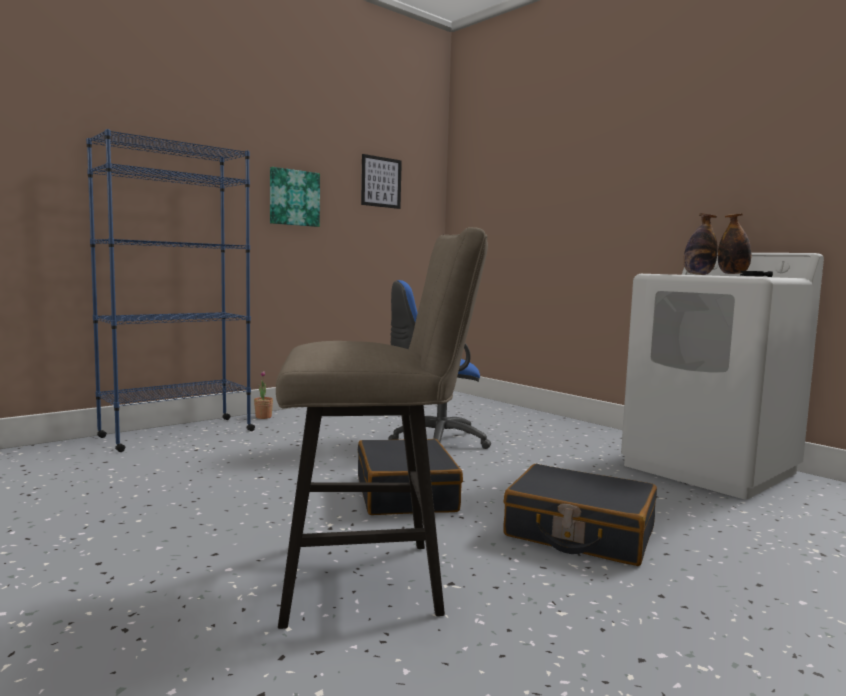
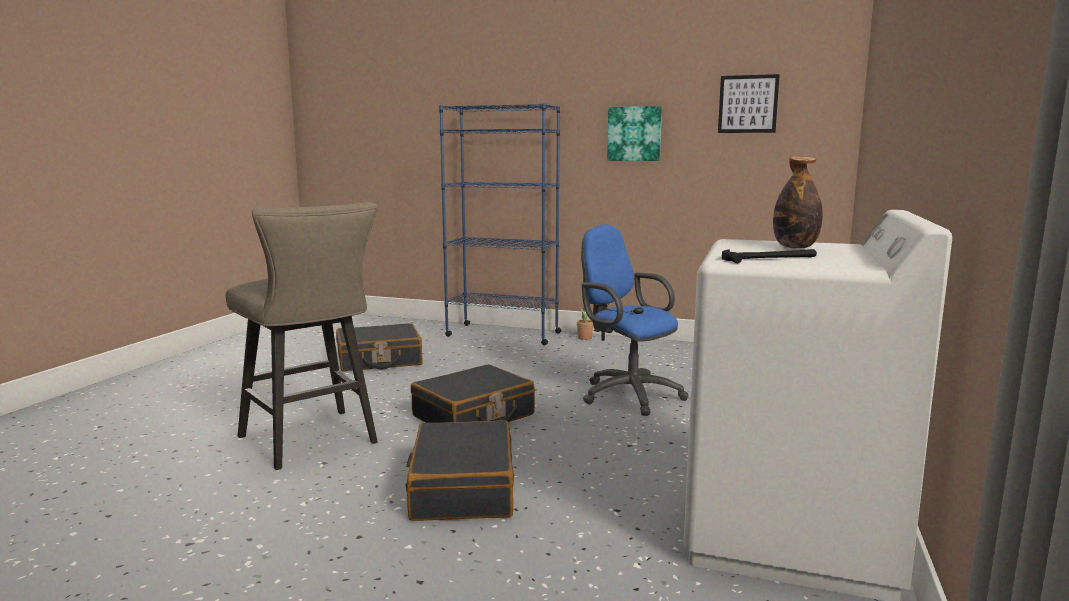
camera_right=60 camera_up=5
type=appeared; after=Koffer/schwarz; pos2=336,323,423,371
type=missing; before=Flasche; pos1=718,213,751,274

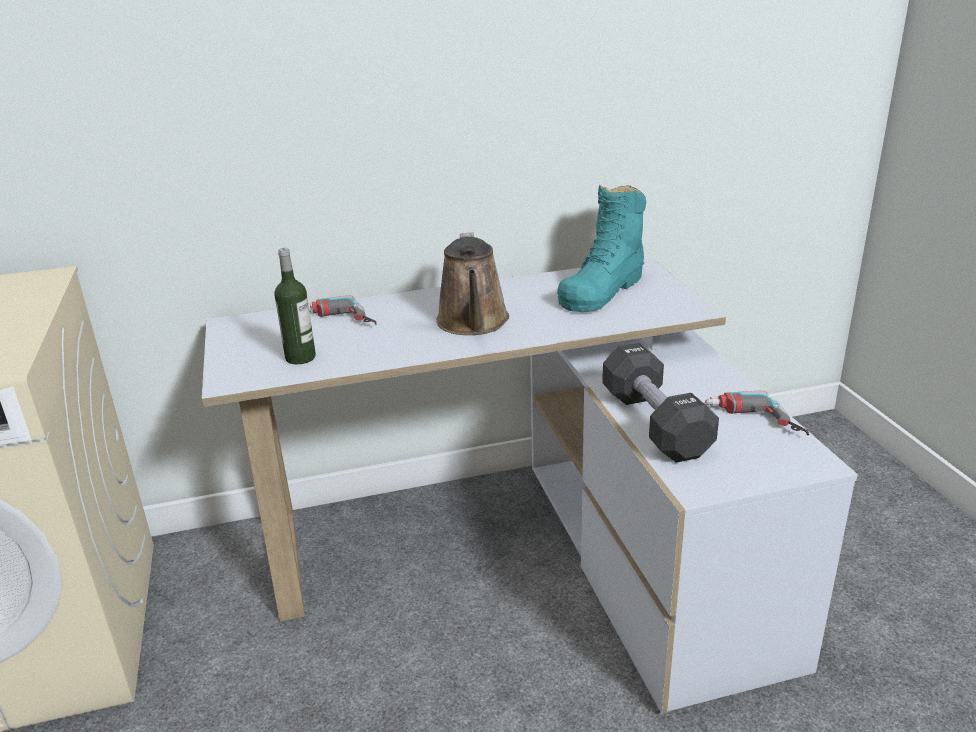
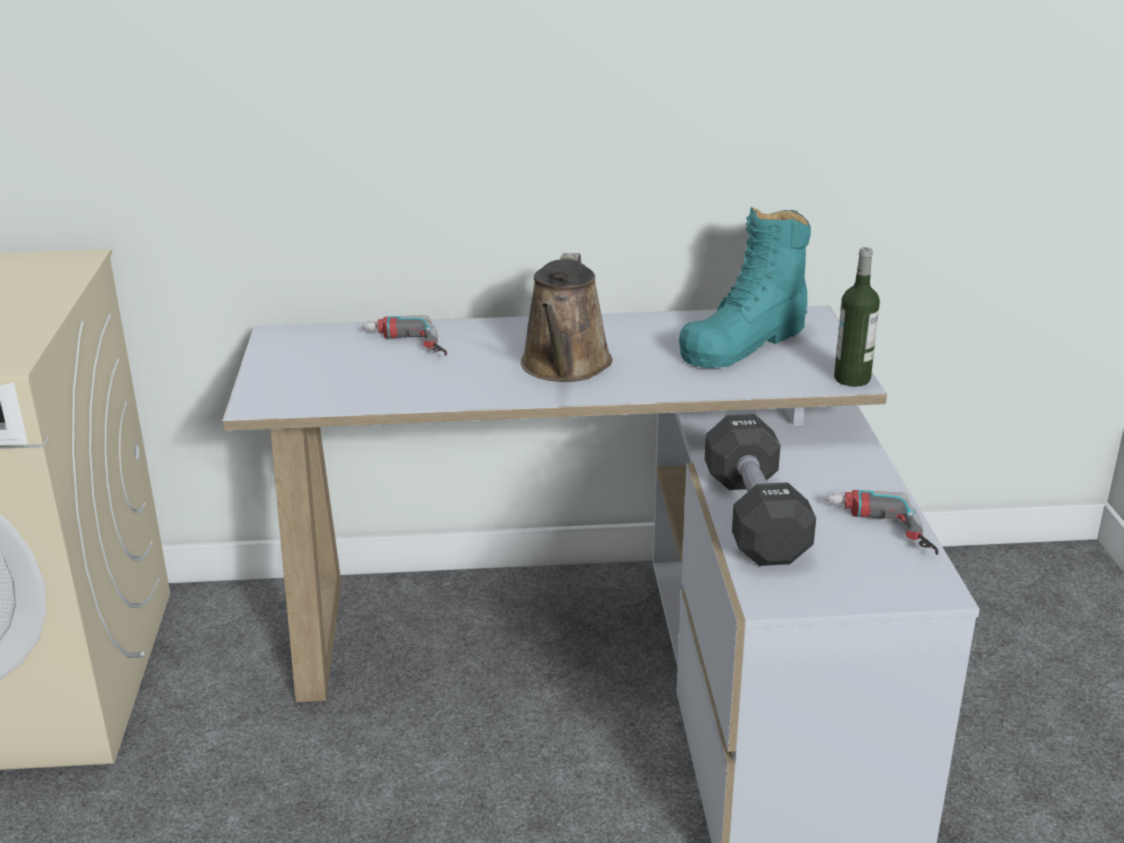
camera_right=10 camera_up=0
type=relocated; before=Flasche; pos1=274,248,316,364; pos2=834,247,880,387

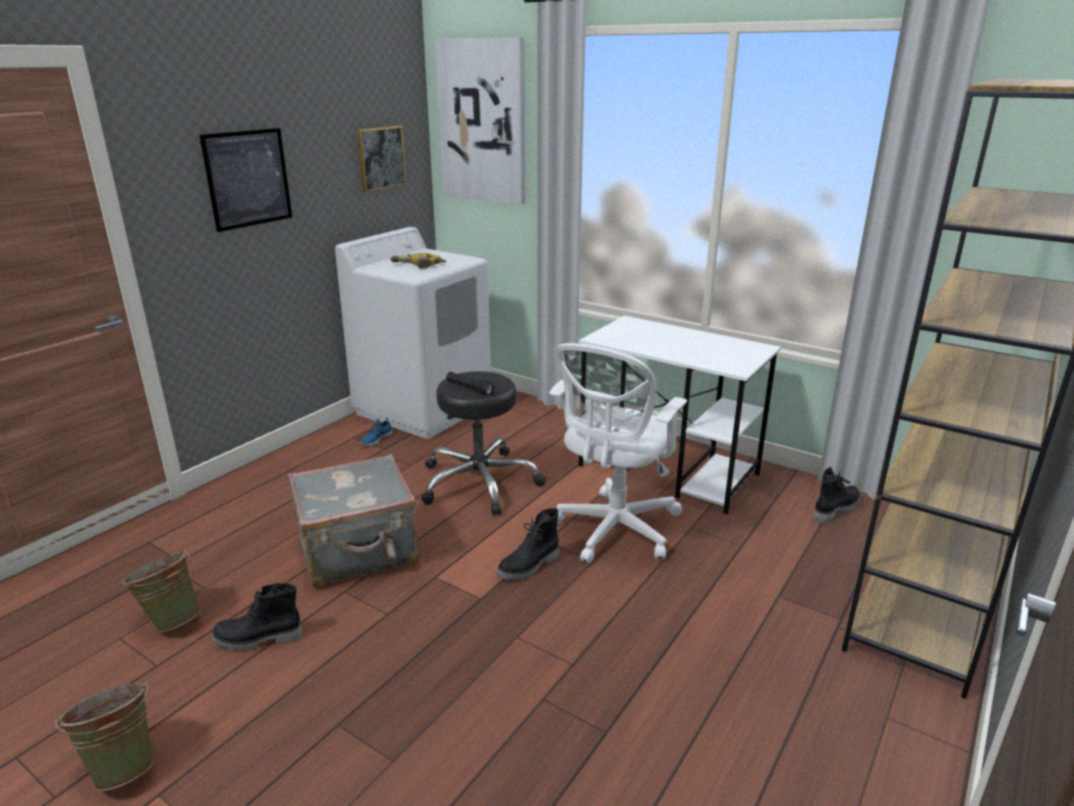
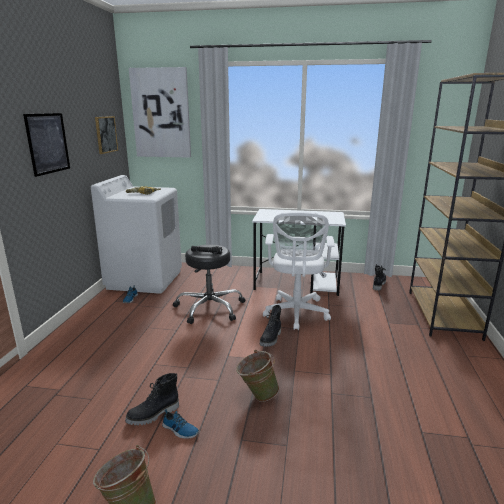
camera_right=-25 camera_up=-5
type=appeared; after=Schuh; pos2=162,410,199,439
type=relocated; before=Eimer/grün; pos1=121,548,201,632; pos2=236,350,279,402
type=missing; before=Koffer/grau; pos1=288,454,419,588

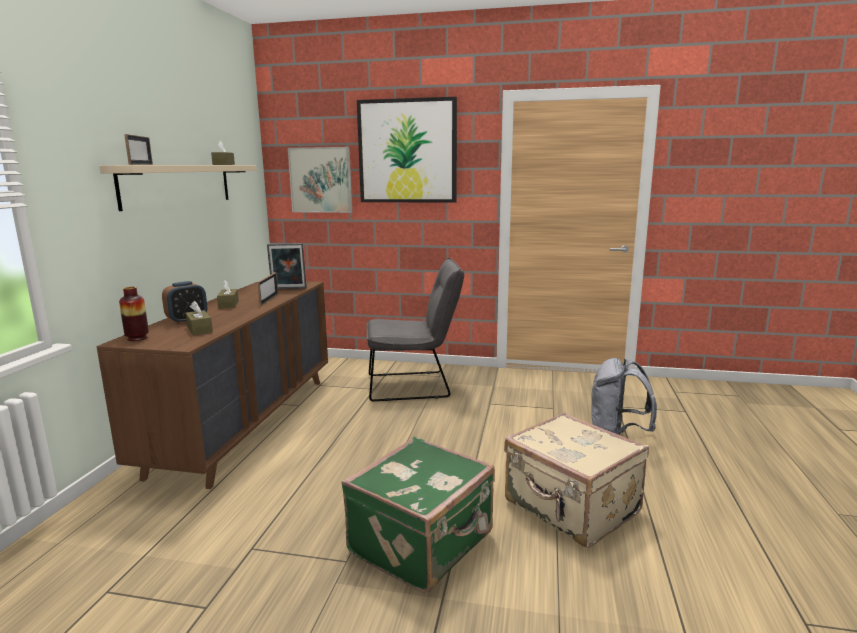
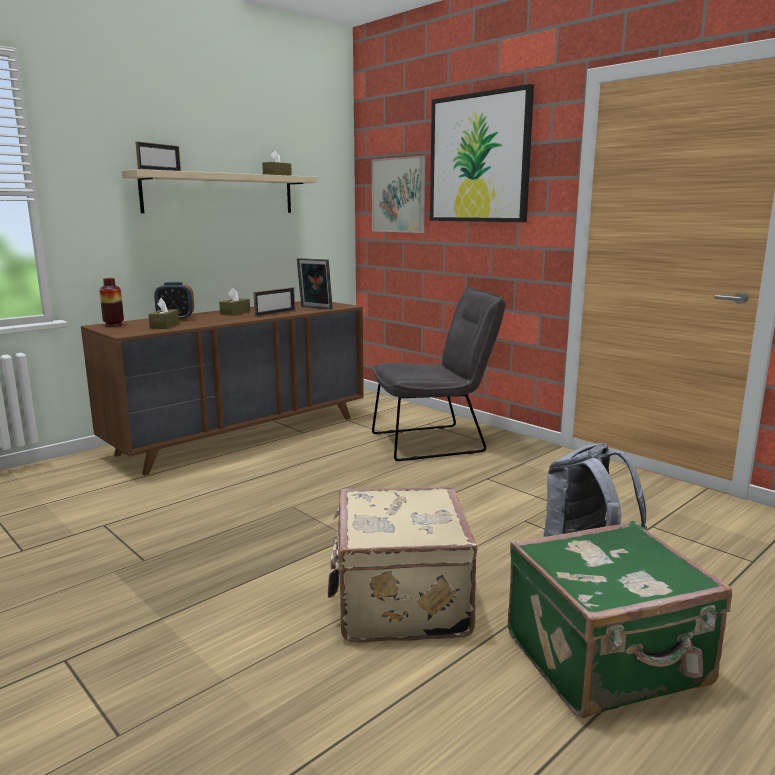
camera_right=35 camera_up=0
type=spun; before=Stuhl/grau; pos1=366,258,464,401; pos2=372,287,506,461; turn=-45
type=relocated; before=Koffer/grün; pos1=342,437,495,593; pos2=508,520,732,718

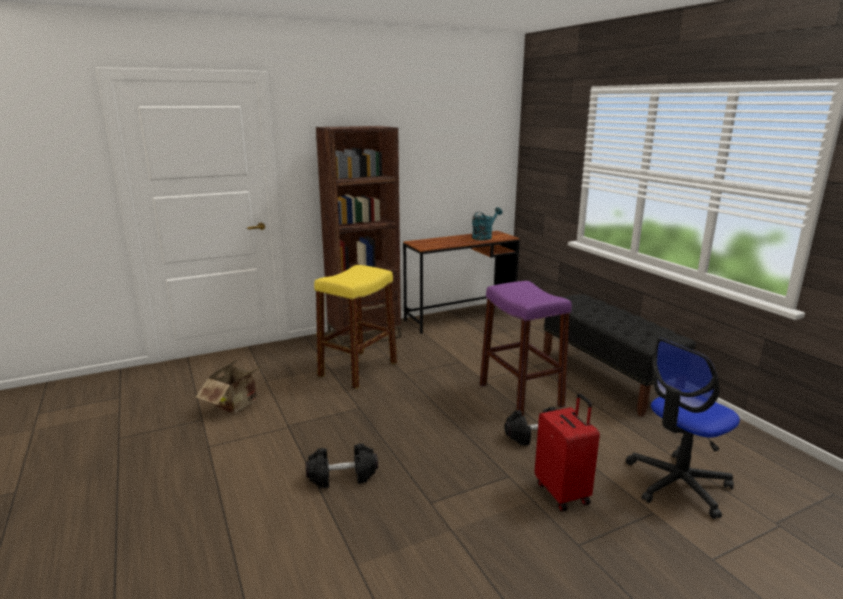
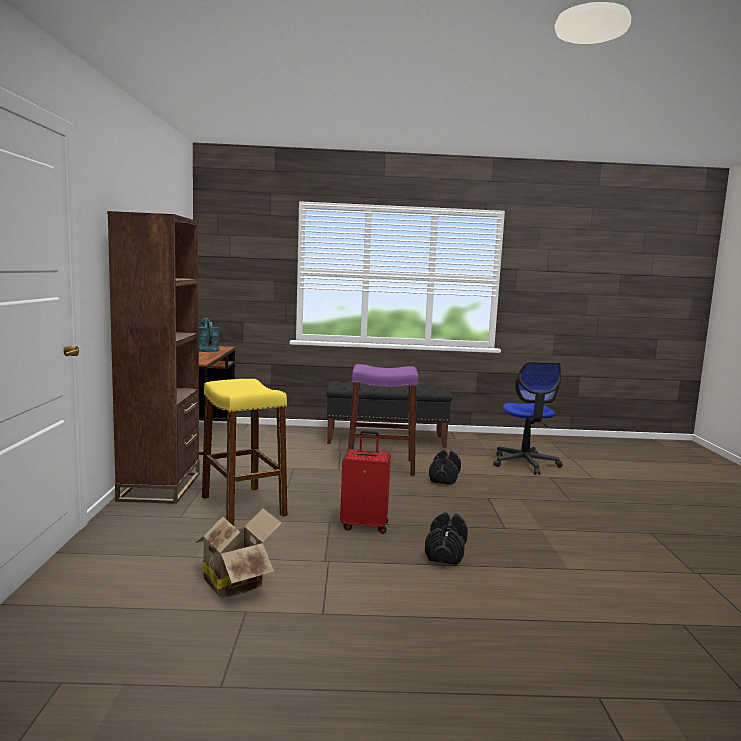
camera_right=-65 camera_up=-10
type=relocated; before=Koffer/rot; pos1=535,393,600,511; pos2=340,430,391,533

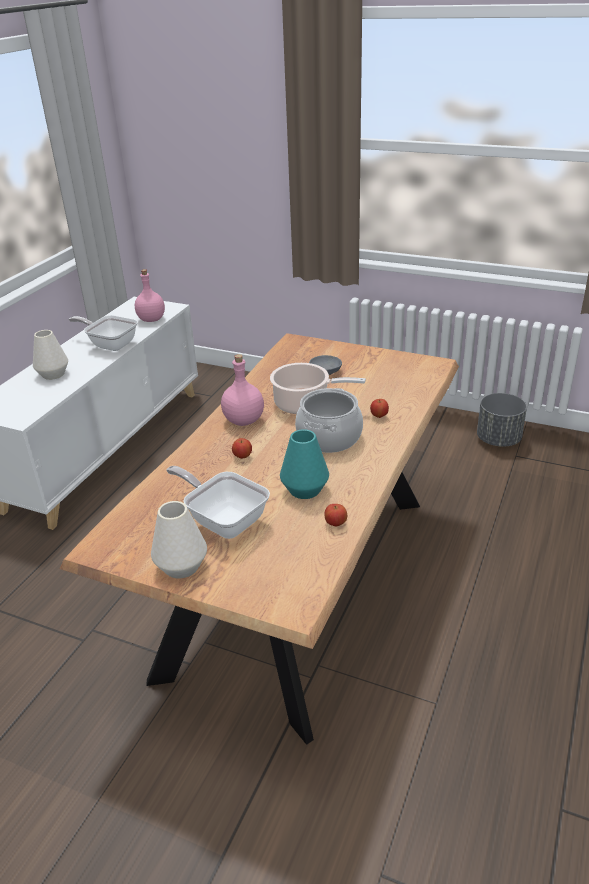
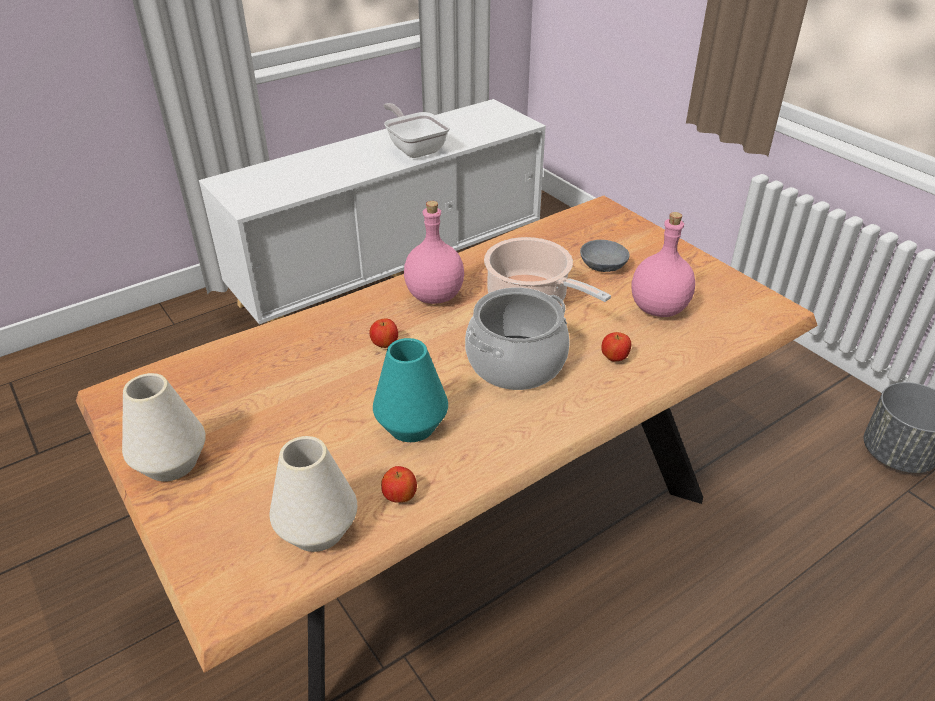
camera_right=30 camera_up=5
type=relocated; before=Vase/weiß; pos1=33,330,68,380; pos2=269,436,357,552
type=relocated; before=Flasche/rosa; pos1=135,269,165,322; pos2=632,212,695,317
type=missing; before=Pfanne; pos1=166,466,270,539

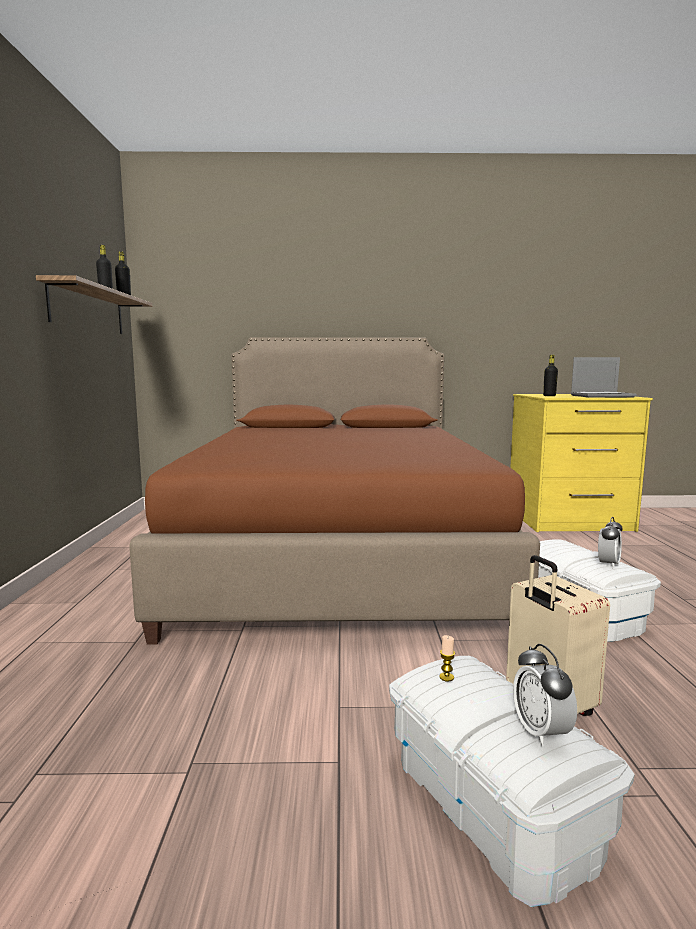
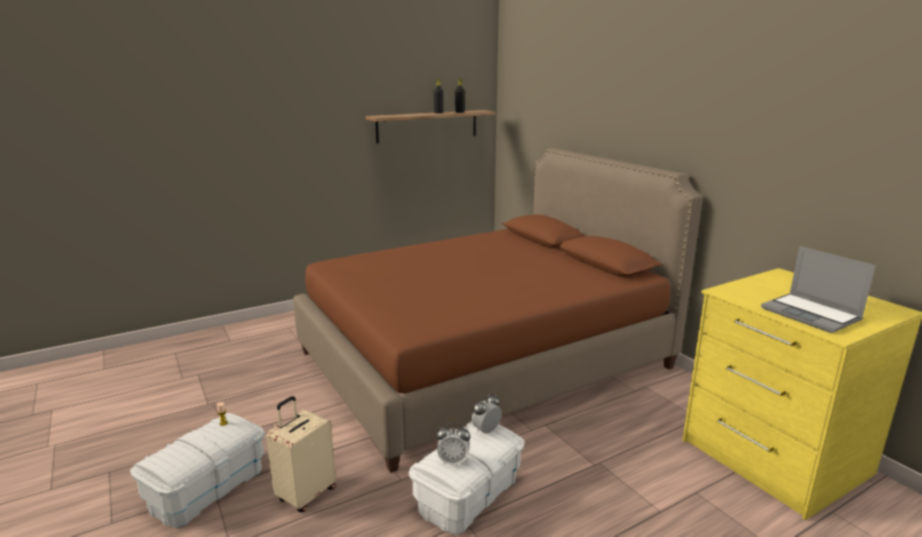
camera_right=60 camera_up=10
type=relocated; before=Wecker; pos1=513,644,577,747; pos2=472,394,502,433
type=missing; before=Flasche/schwarz; pos1=543,355,558,396

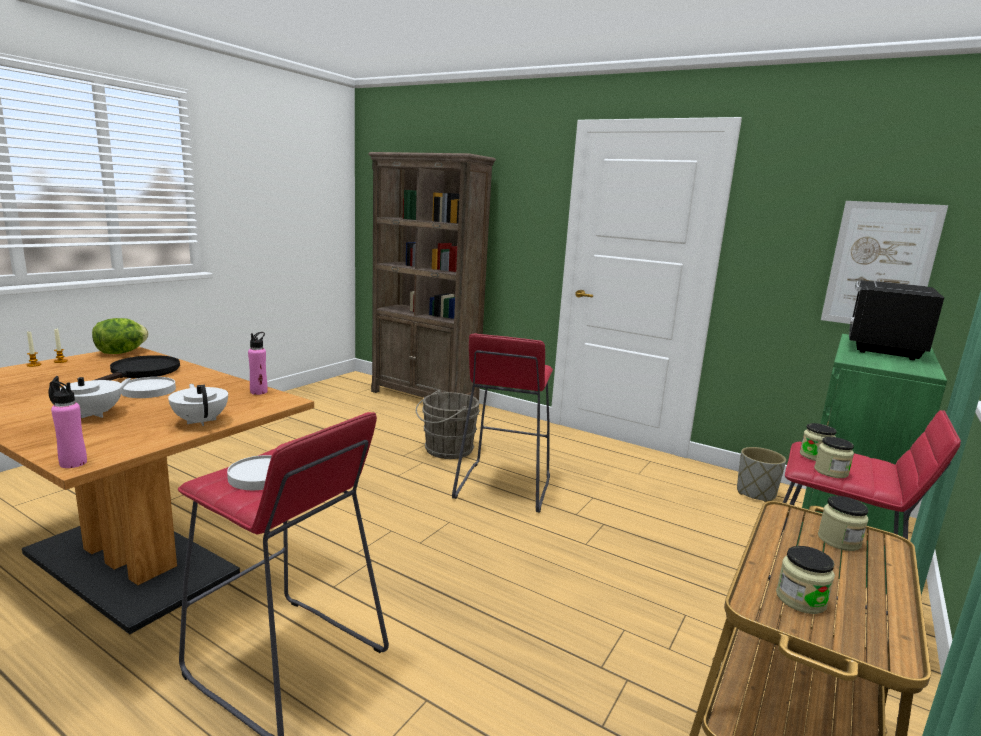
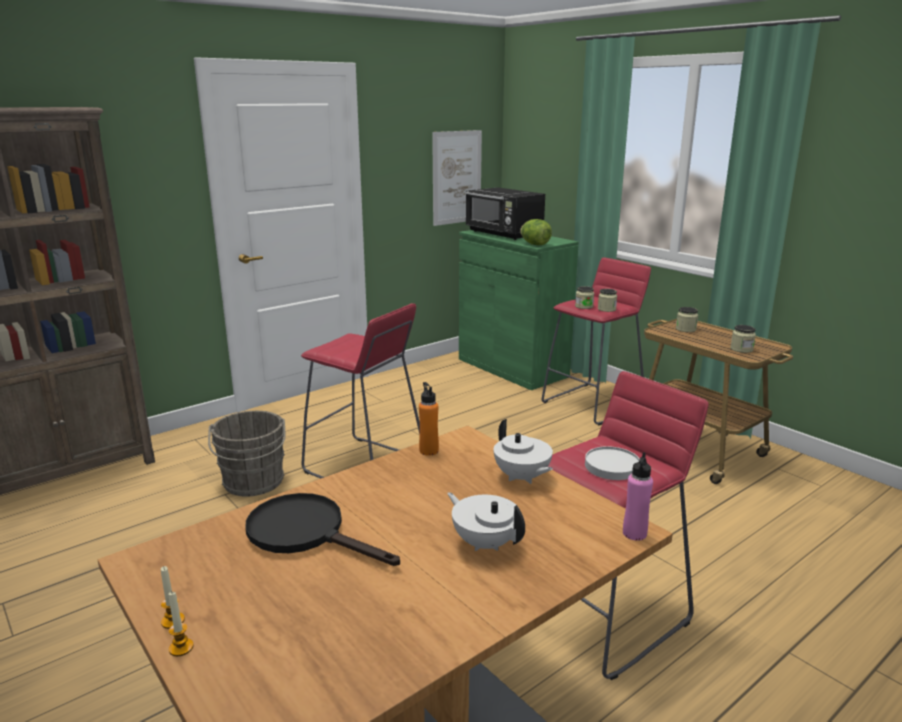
camera_right=-70 camera_up=5
type=colour; before=Flasche/rosa; after=Flasche/orange; pos1=248,332,268,395; pos2=419,382,439,456
type=spun; before=Teekanne/weiß; pos1=168,384,228,426; pos2=494,419,553,484; turn=-105
type=relocated; before=Salatkopf; pos1=92,318,149,354; pos2=520,219,552,245
type=missing; before=Teller/weiß; pos1=121,377,176,398
type=missing; before=Pflanzkübel/grau; pos1=737,447,786,502

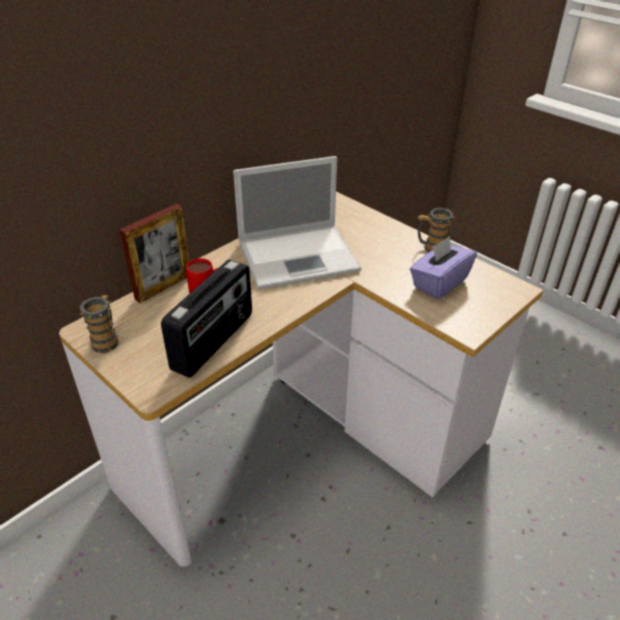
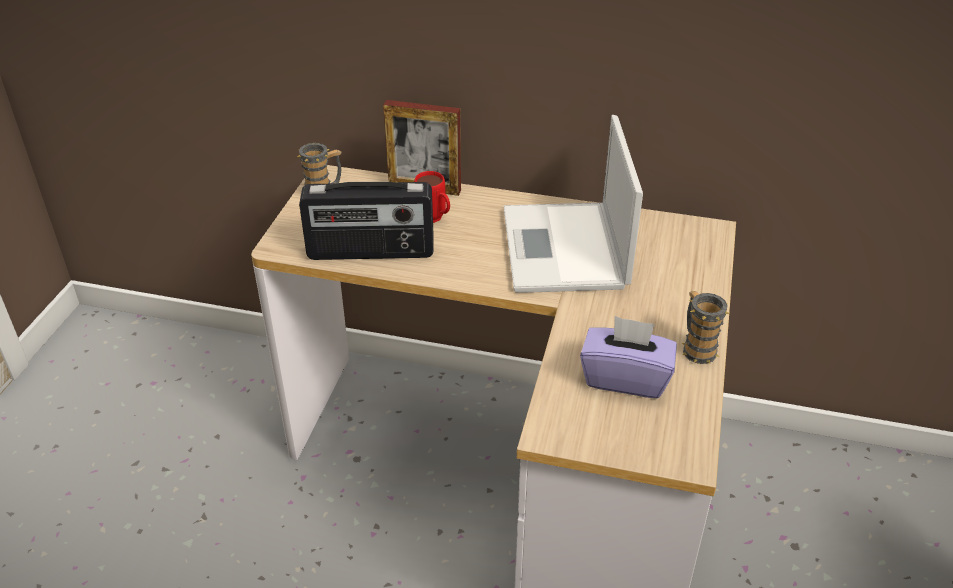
camera_right=60 camera_up=0
type=spun; before=Laptop; pos1=233,156,362,290; pos2=503,115,643,293; turn=45

